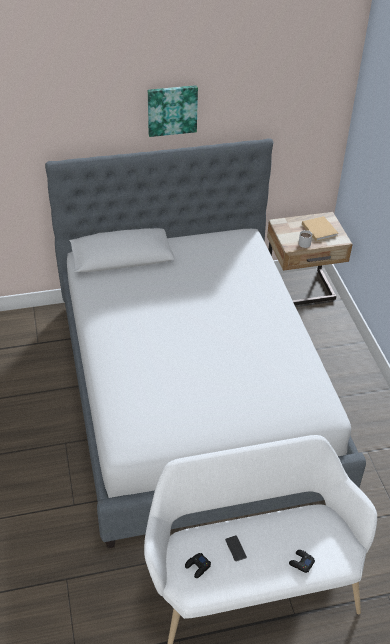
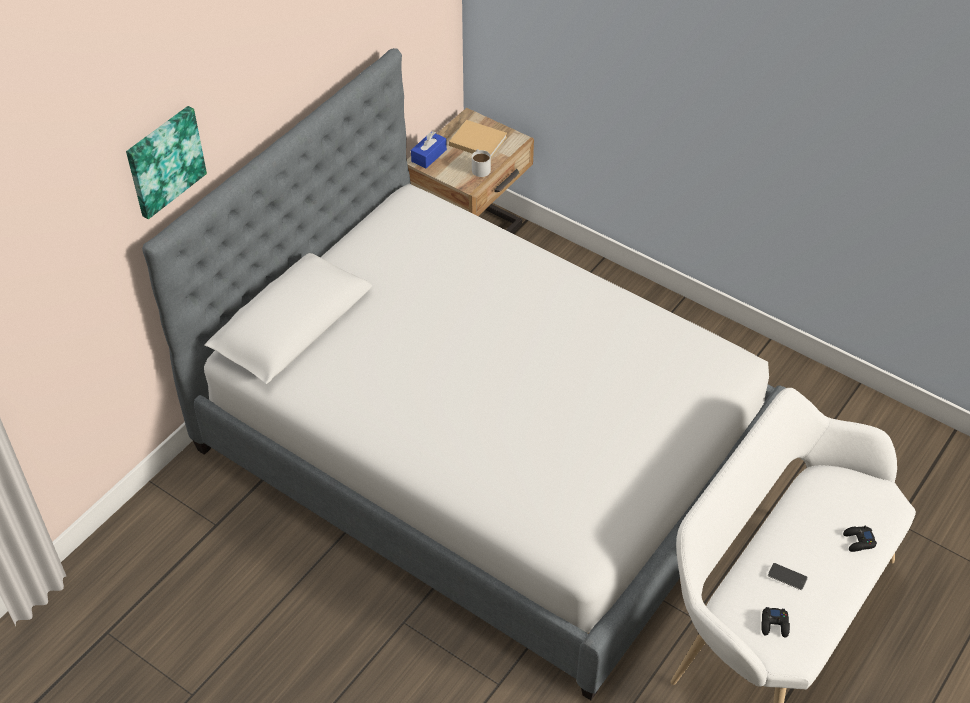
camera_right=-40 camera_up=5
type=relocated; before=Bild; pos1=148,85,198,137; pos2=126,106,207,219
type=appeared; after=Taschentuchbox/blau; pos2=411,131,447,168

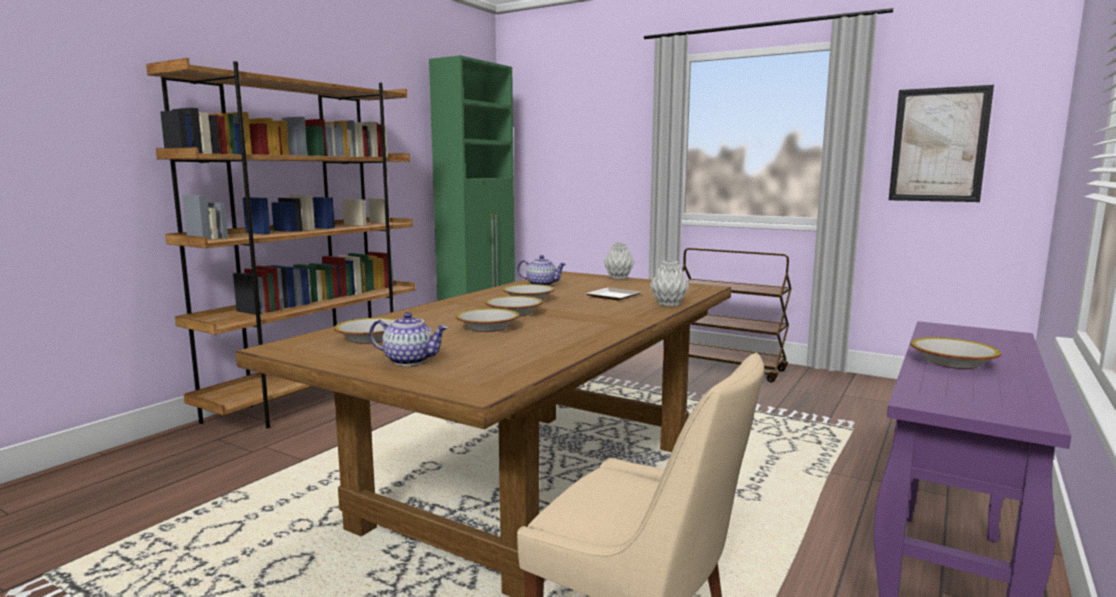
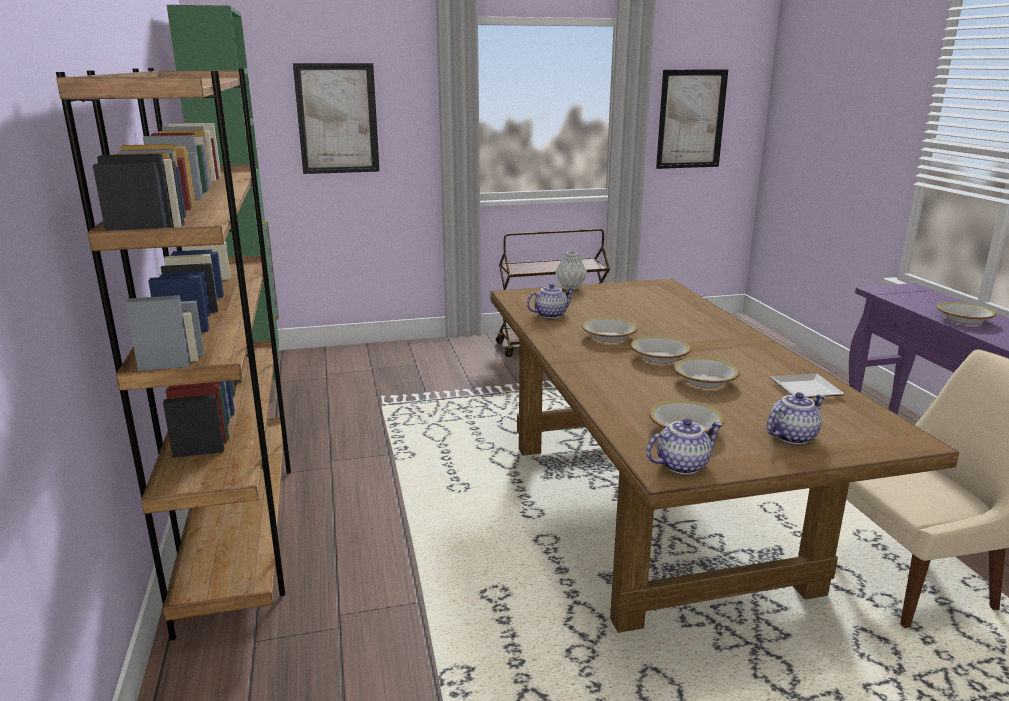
camera_right=-45 camera_up=10
type=appeared; after=Bild; pos2=293,63,380,174
type=appeared; after=Teekanne; pos2=646,418,723,474
type=relocated; before=Teller; pos1=585,287,642,300; pos2=770,373,845,398
type=missing; before=Vase/grau; pos1=650,261,689,306

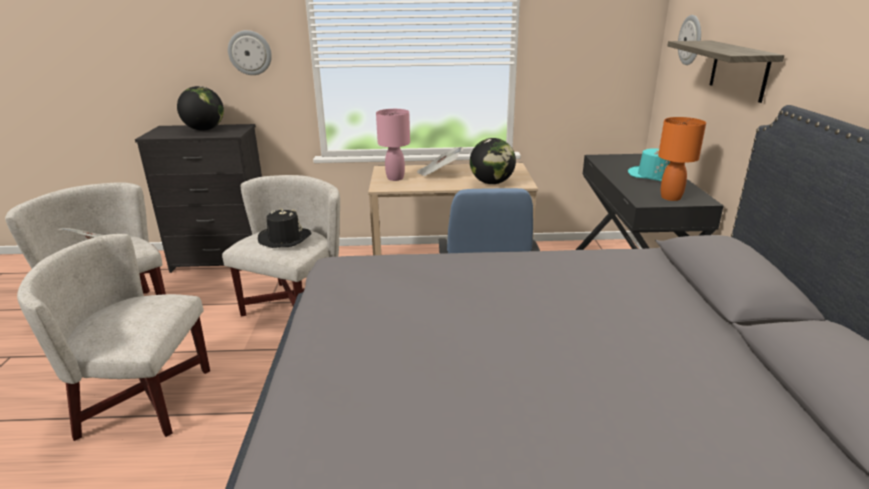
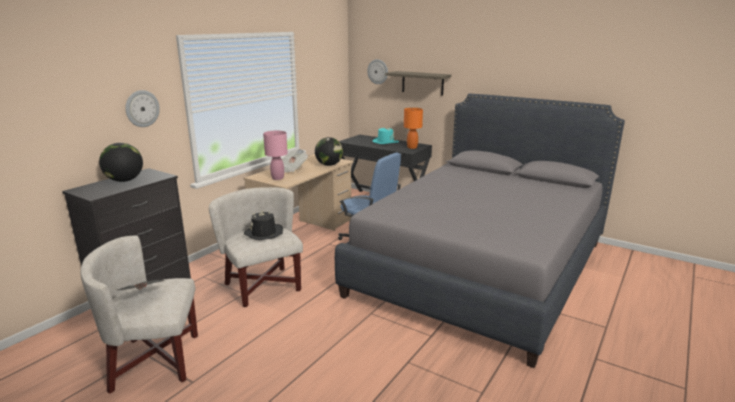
camera_right=-55 camera_up=-5
type=missing; before=Sessel/weiß; pos1=17,234,210,441

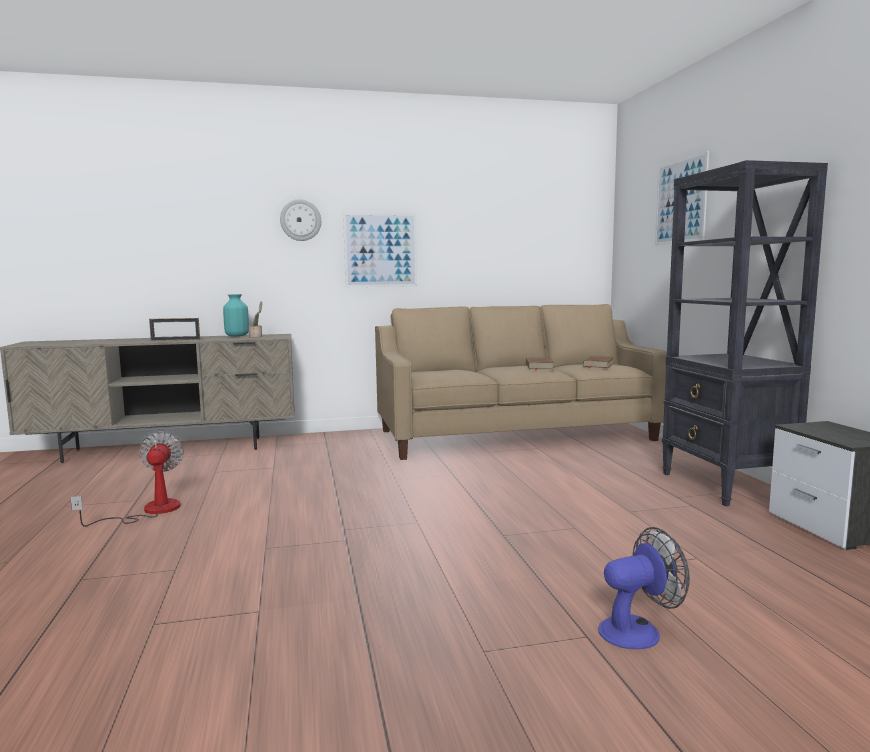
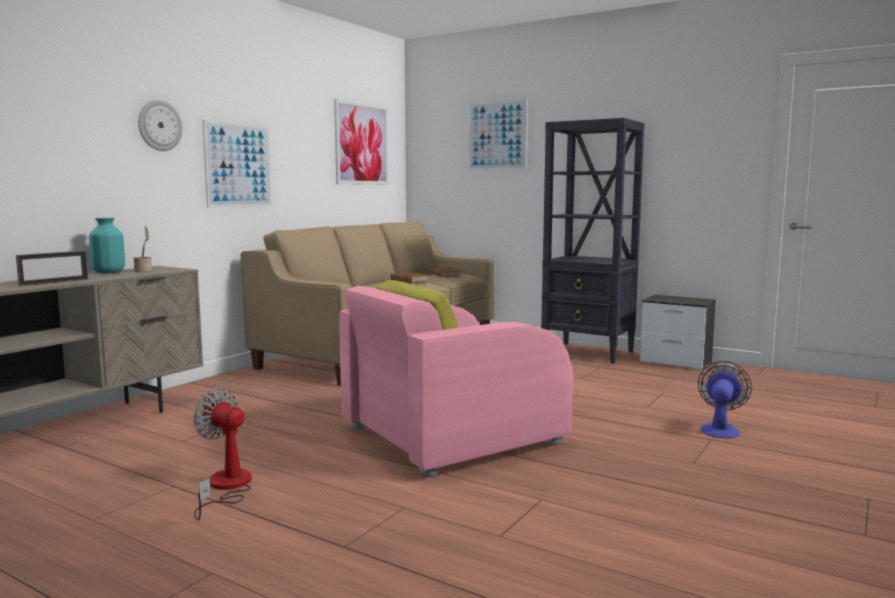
camera_right=-45 camera_up=0
type=appeared; after=Bild; pos2=334,99,389,185
type=appeared; after=Sessel/rosa; pos2=339,280,573,477

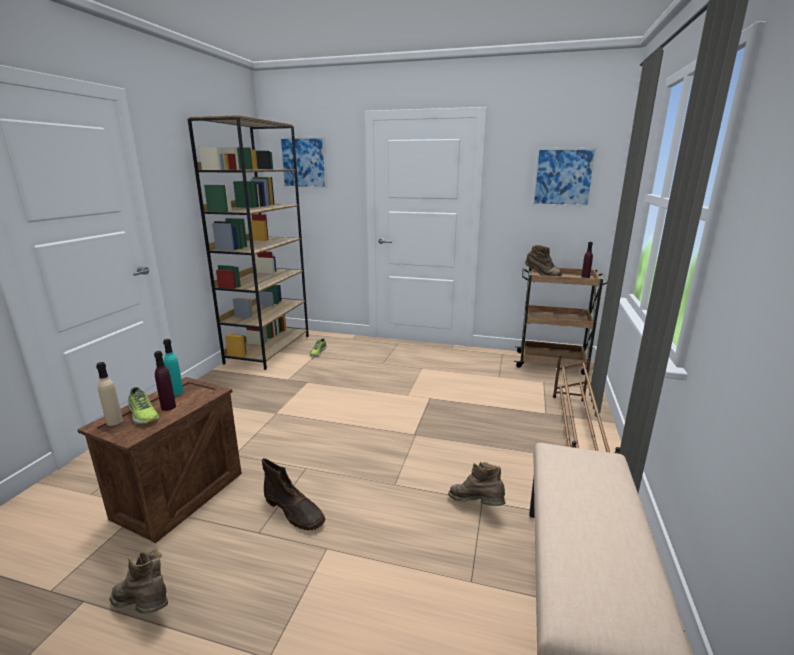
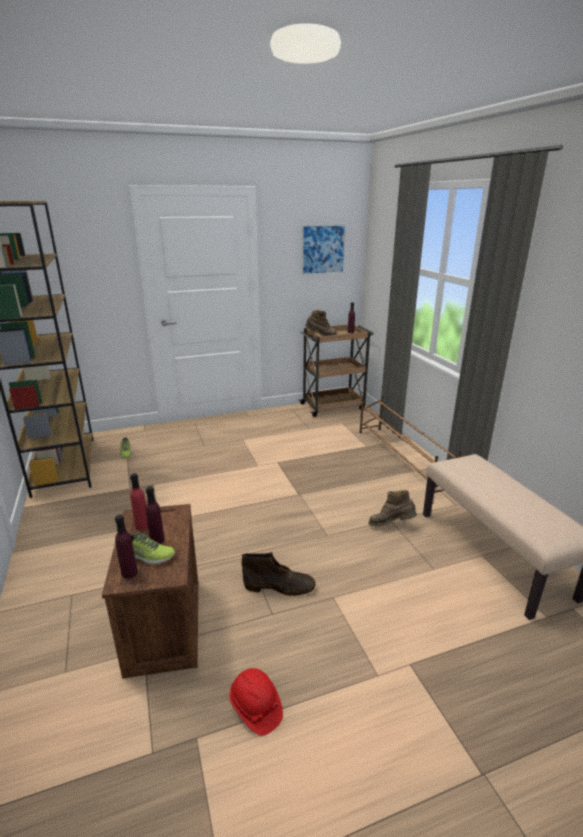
camera_right=-35 camera_up=5
type=colour; before=Flasche/beige; after=Flasche/lila; pos1=96,362,123,426; pos2=115,514,137,579
type=colour; before=Flasche/türkis; after=Flasche/rot; pos1=163,339,184,396; pos2=130,473,148,531
type=exchanged; before=Stiefel/braun; after=Schutzhelm/rot; pos1=109,549,168,614; pos2=229,668,283,736
type=missing; before=Bild; pos1=279,136,327,189

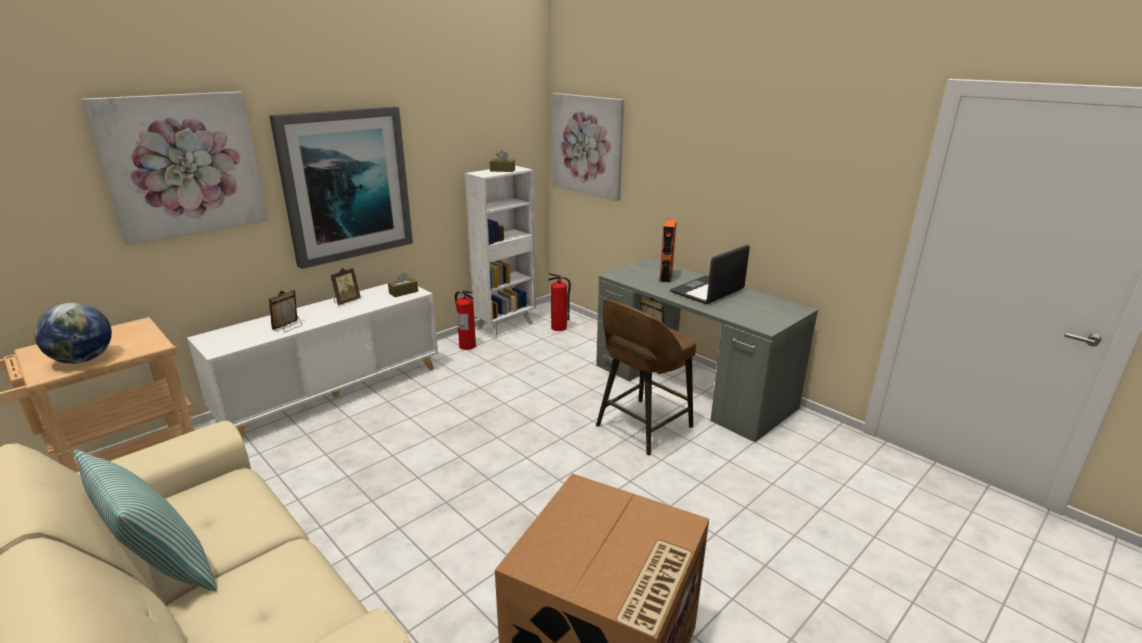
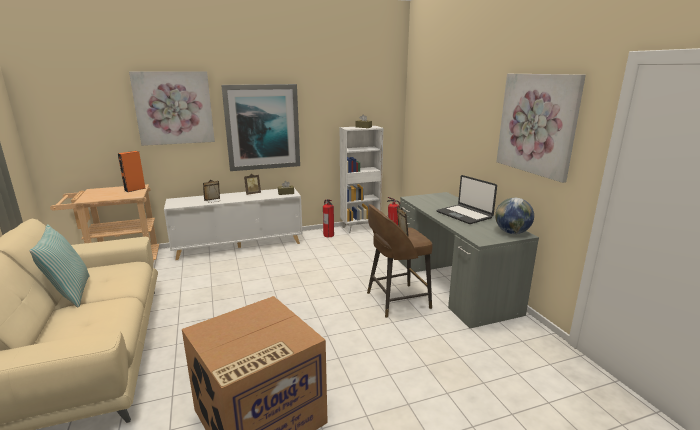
camera_right=25 camera_up=-5
type=relocated; before=Lautsprecher/orange; pos1=659,219,677,283; pos2=118,151,146,192
type=spun; before=Laptop; pos1=670,245,750,304; pos2=436,175,497,224; turn=-105
type=relocated; before=Globus; pos1=34,303,112,364; pos2=495,198,534,234
type=relocated; before=Bild; pos1=552,93,624,201; pos2=496,74,586,183

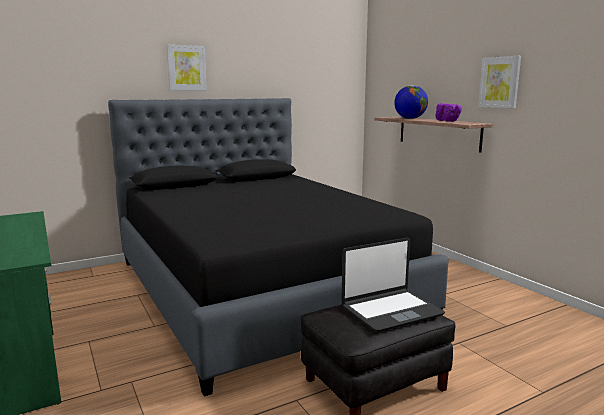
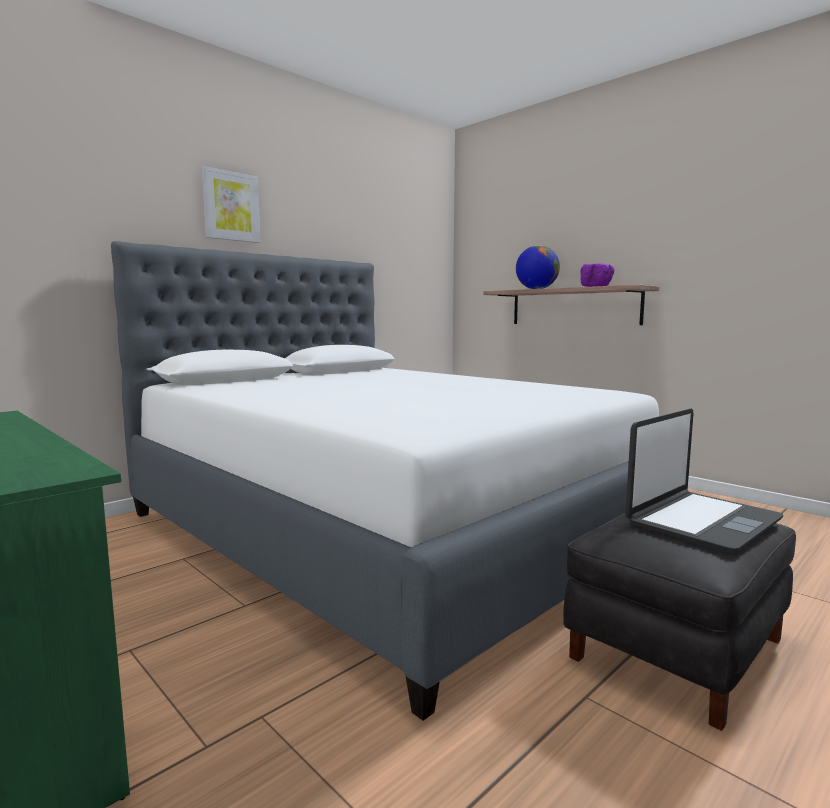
camera_right=-15 camera_up=-5
type=colour; before=Bett/schwarz; after=Bett/weiß; pos1=108,98,449,397; pos2=111,241,659,720
type=missing; before=Bild; pos1=478,56,521,108

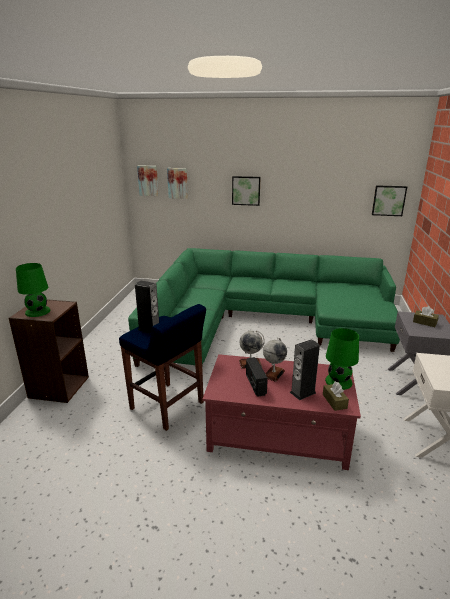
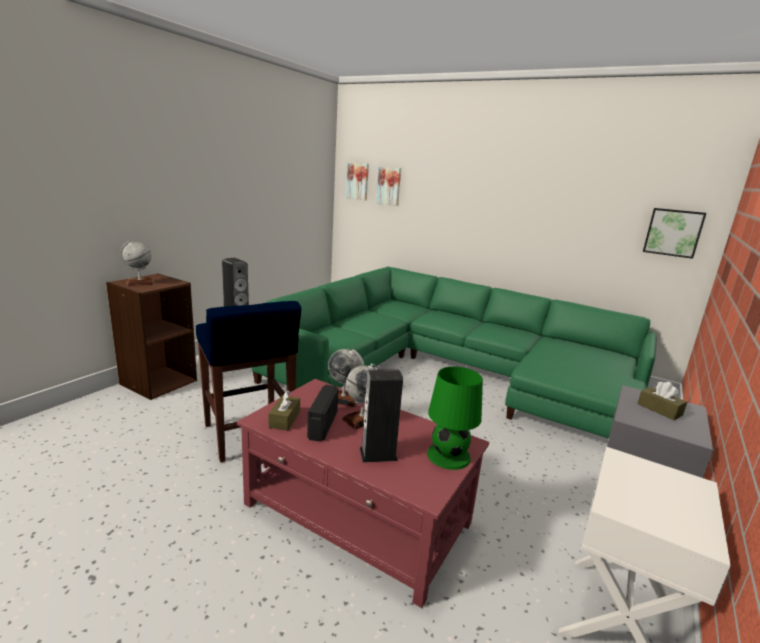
camera_right=20 camera_up=-5
type=exchanged; before=Tischlampe/grün; after=Globus; pos1=16,263,50,317; pos2=120,241,154,286
type=relocated; before=Taschentuchbox/braun; pos1=323,381,349,411; pos2=268,391,300,431
type=missing; before=Bild; pos1=232,176,261,206

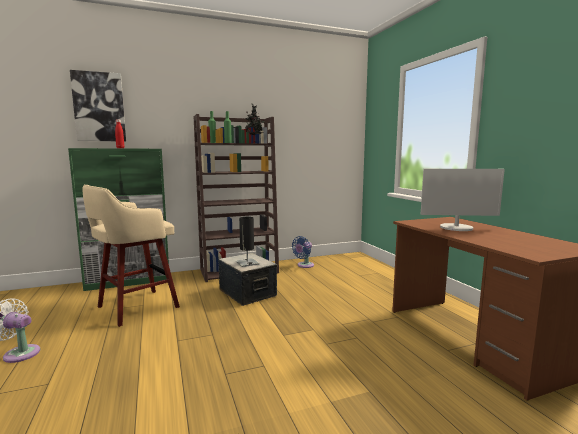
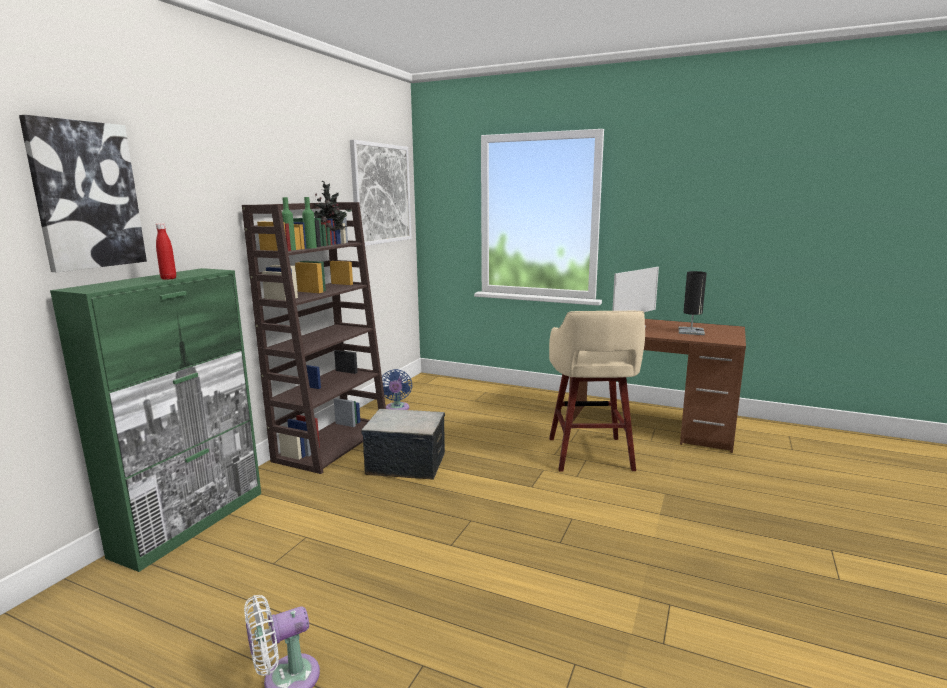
camera_right=-45 camera_up=5
type=appeared; after=Bild; pos2=350,140,412,246
type=relocated; before=Hocker/beige; pos1=82,185,180,327; pos2=549,311,645,472
type=relocated; before=Tischlampe/schwarz; pos1=236,217,259,267; pos2=678,271,707,335

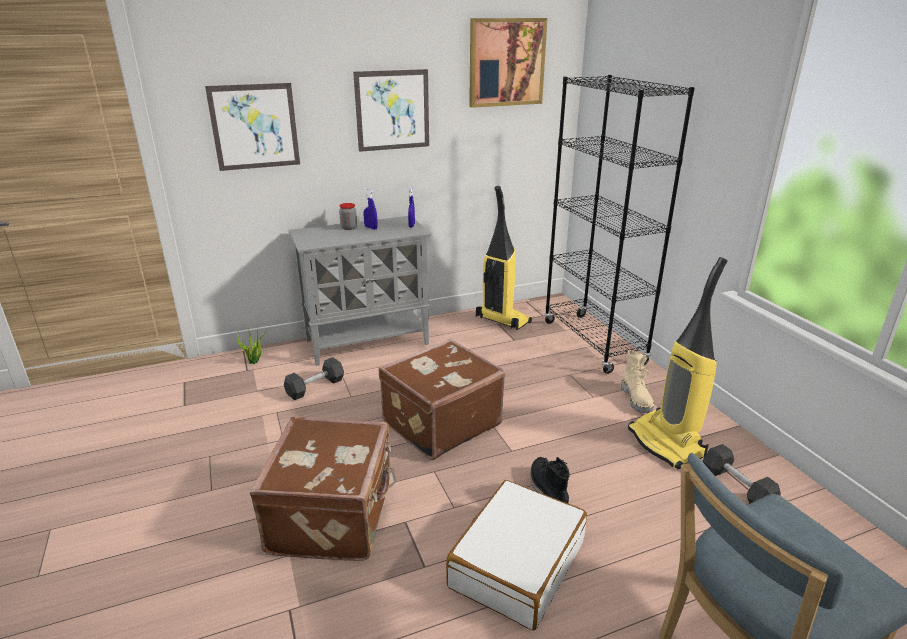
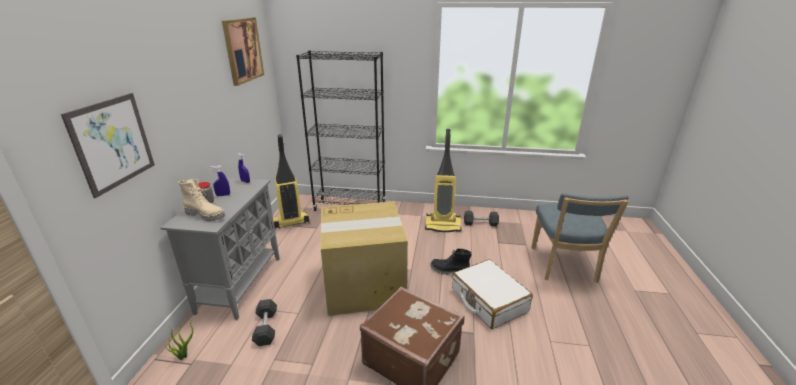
camera_right=-60 camera_up=0
type=relocated; before=Stiefel/beige; pos1=621,350,654,413; pos2=178,179,225,221
type=exchanged; before=Koffer/braun; after=Karton; pos1=379,339,506,460; pos2=321,201,408,316
type=missing; before=Bild; pos1=353,69,429,152

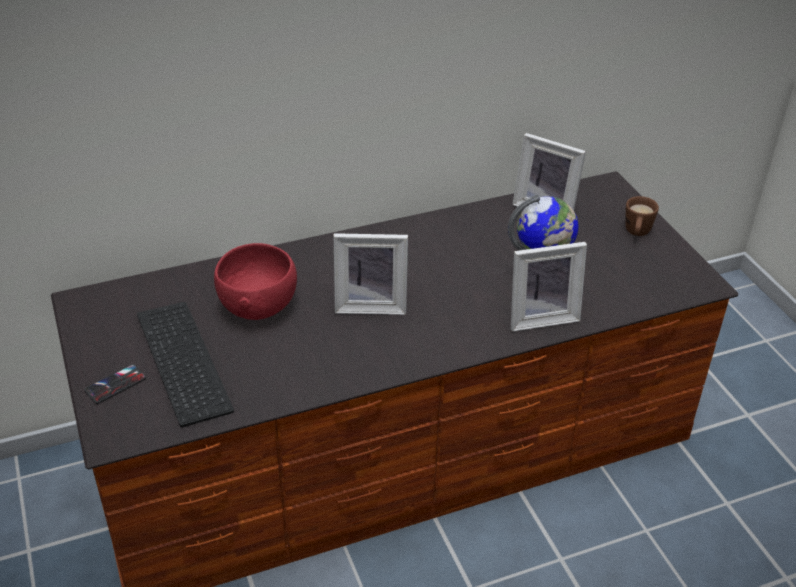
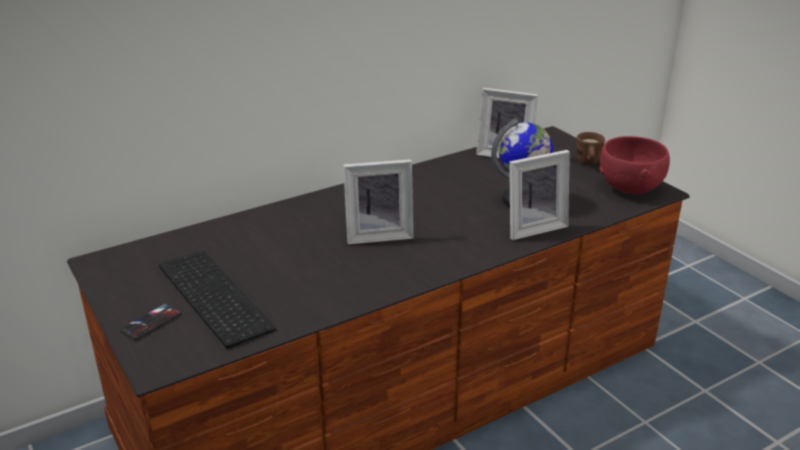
camera_right=-10 camera_up=-10
type=relocated; before=Schüssel/rot; pos1=214,243,297,320; pos2=599,136,670,194

